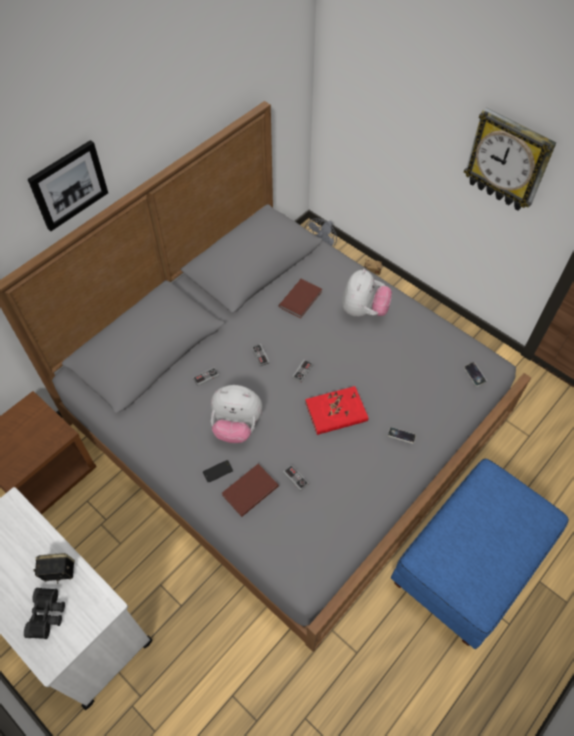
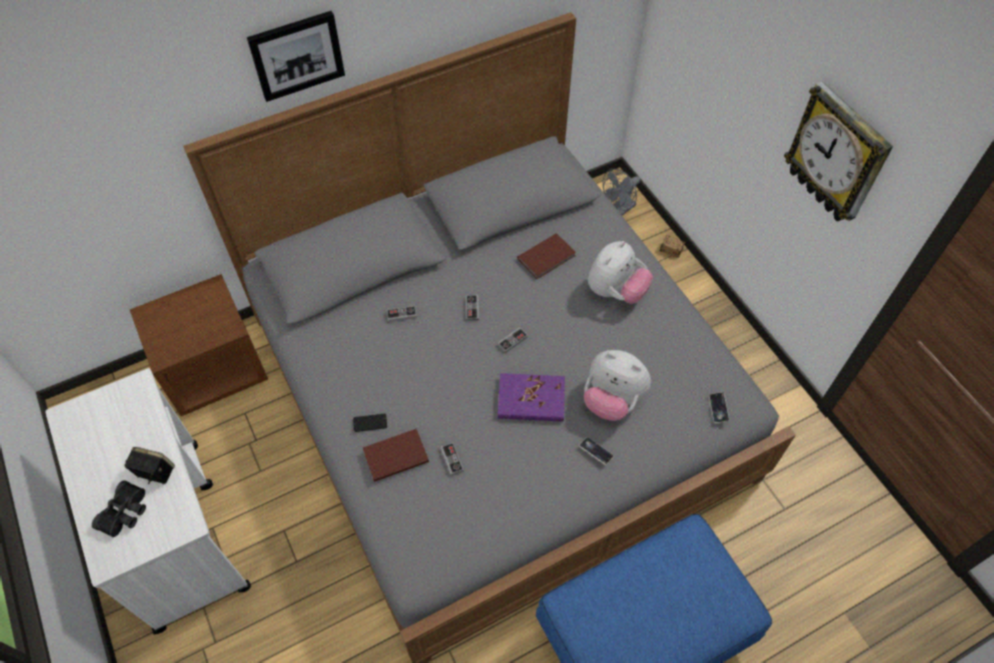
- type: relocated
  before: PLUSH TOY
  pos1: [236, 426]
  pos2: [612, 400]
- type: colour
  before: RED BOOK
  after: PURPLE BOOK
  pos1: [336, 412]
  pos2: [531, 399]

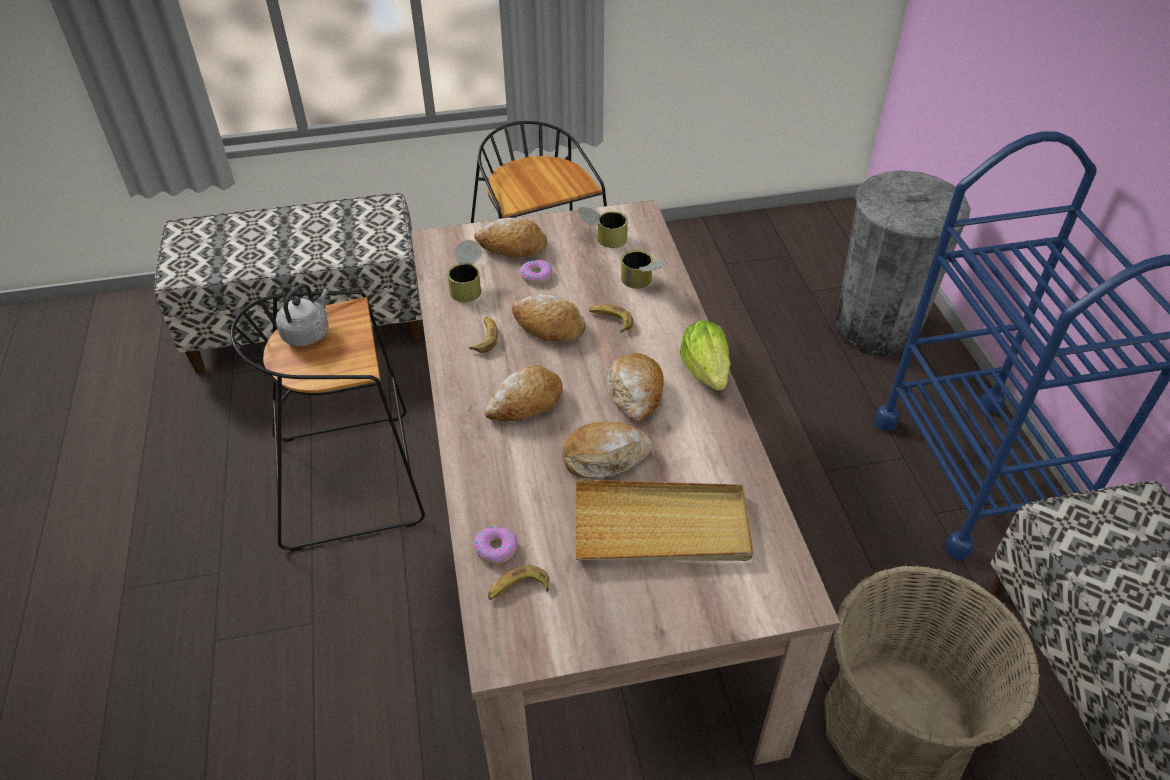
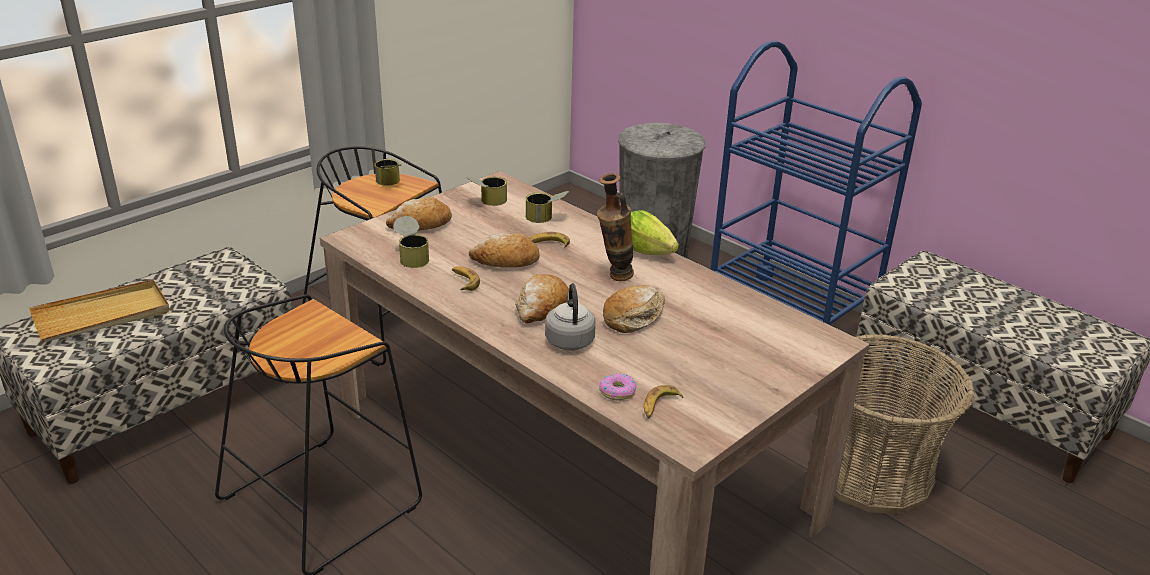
- type: missing
  before: DONUT
  pos1: [536, 276]
- type: appeared
  after: CAN
  pos2: [389, 183]
- type: relocated
  before: GREY KETTLE
  pos1: [308, 333]
  pos2: [569, 339]
- type: relocated
  before: BEIGE TRAY
  pos1: [661, 527]
  pos2: [102, 315]
- type: exchanged
  before: BREAD
  after: VASE
  pos1: [635, 394]
  pos2: [613, 277]

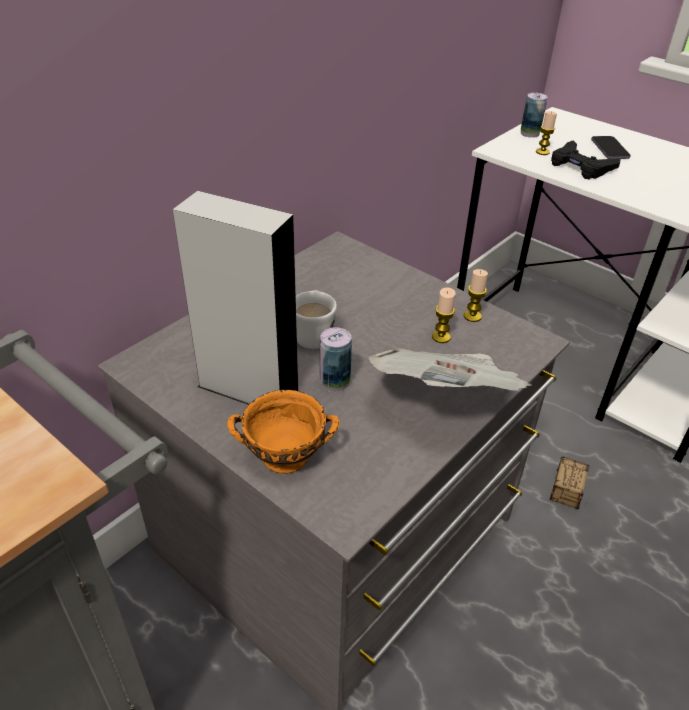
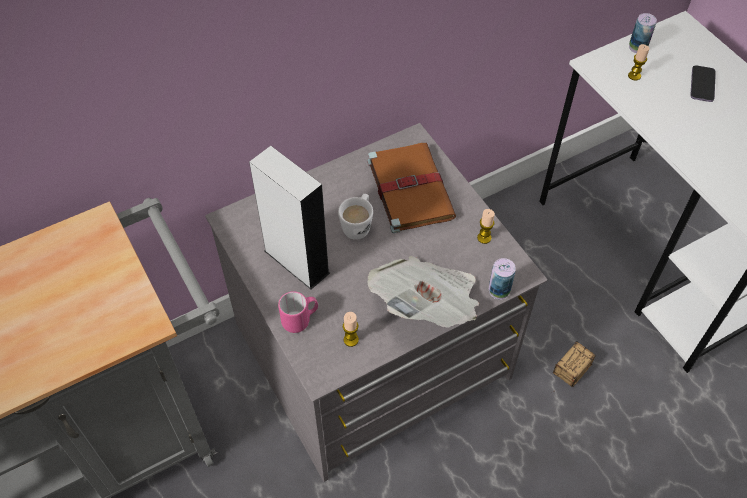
- type: missing
  before: BLACK GAME CONTROLLER
  pos1: [581, 166]
- type: appeared
  after: BROWN BOOK
  pos2: [409, 188]
- type: relocated
  before: CAN
  pos1: [335, 382]
  pos2: [499, 290]
- type: relocated
  before: CANDLE
  pos1: [441, 337]
  pos2: [351, 340]
- type: exchanged
  before: ORANGE BOWL
  after: PINK MUG
  pos1: [283, 455]
  pos2: [300, 319]

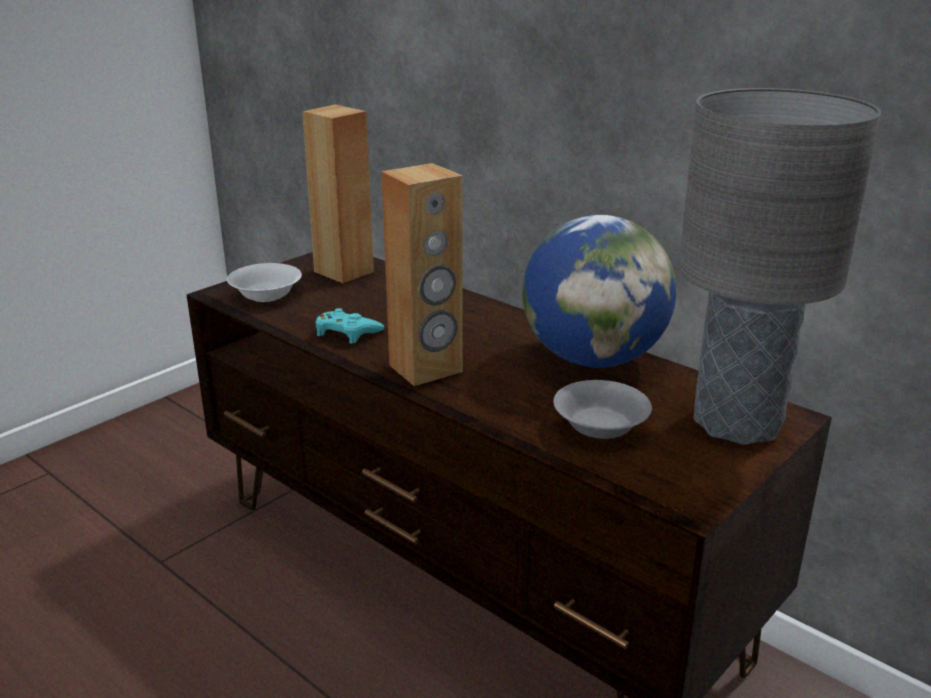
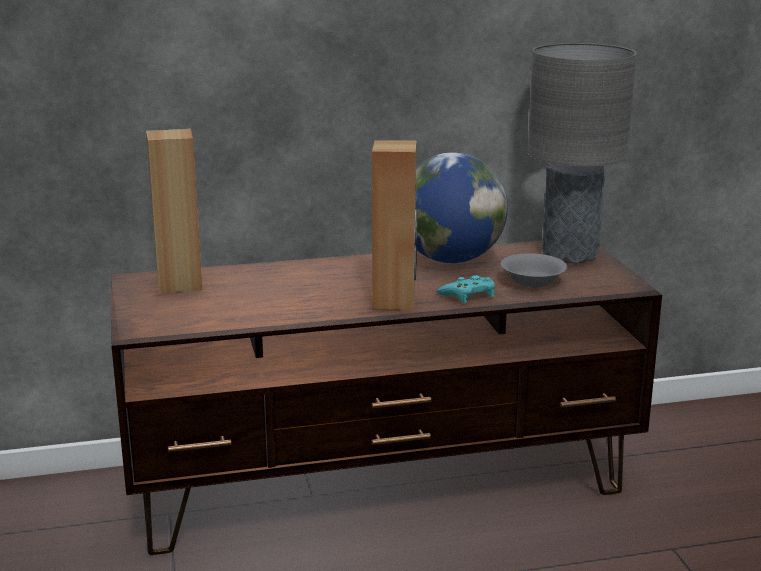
- type: missing
  before: WHITE BOWL
  pos1: [265, 295]
- type: relocated
  before: TURQUOISE GAME CONTROLLER
  pos1: [346, 332]
  pos2: [468, 295]

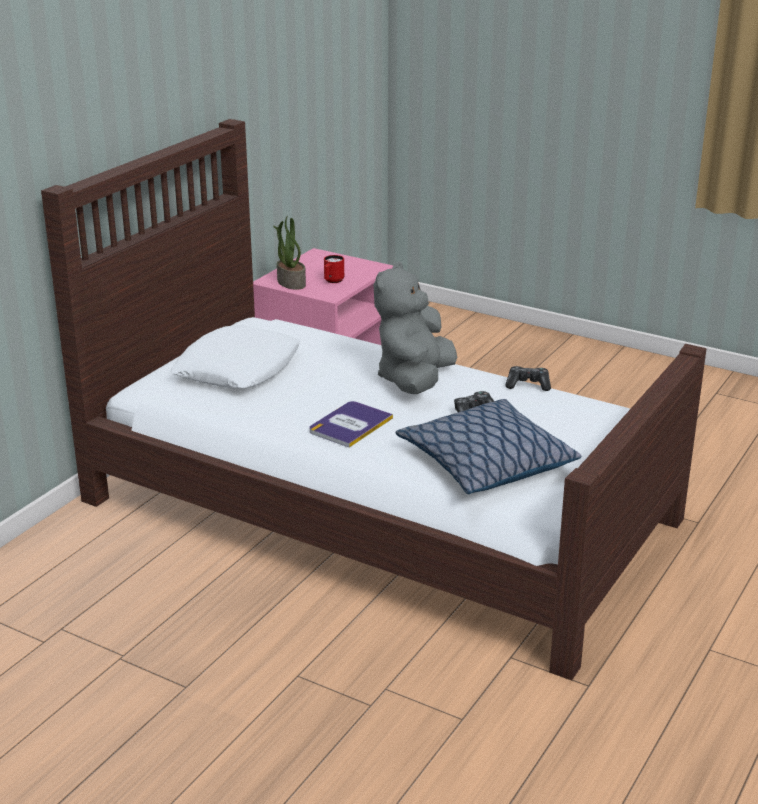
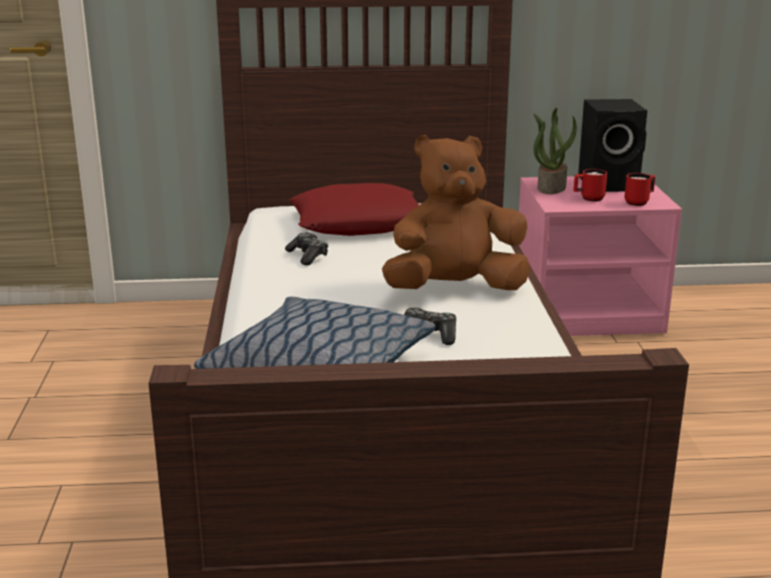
- type: missing
  before: BOOK
  pos1: [350, 425]
- type: appeared
  after: BLACK SPEAKER
  pos2: [610, 184]
- type: appeared
  after: RED MUG
  pos2: [639, 202]
- type: relocated
  before: GAME CONTROLLER
  pos1: [528, 385]
  pos2: [308, 256]
- type: colour
  before: WHITE PILLOW
  after: RED PILLOW
  pos1: [237, 368]
  pos2: [359, 223]
- type: colour
  before: GREY PLUSH TOY
  after: BROWN PLUSH TOY
  pos1: [414, 381]
  pos2: [454, 289]

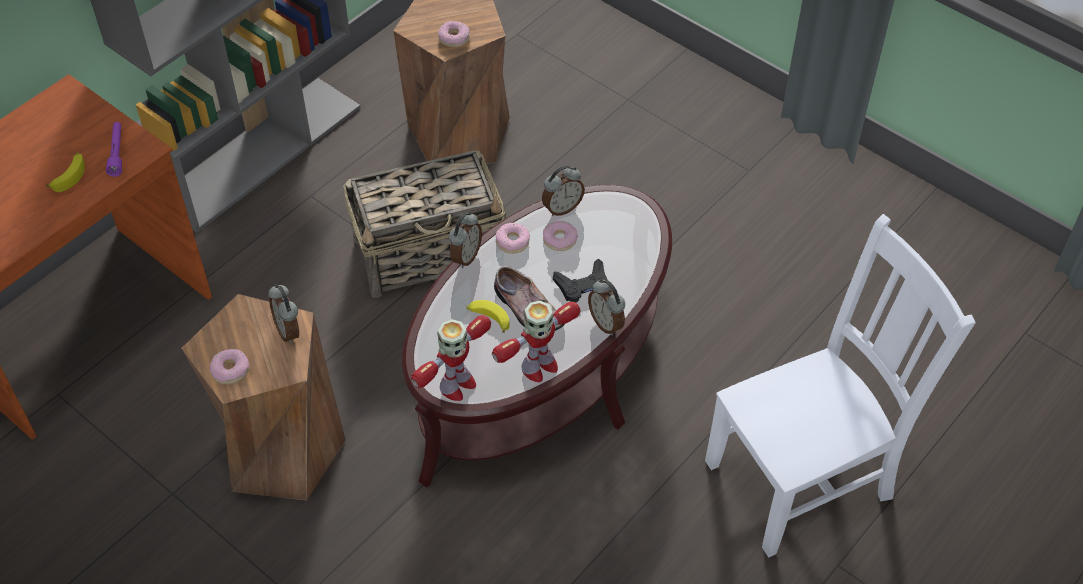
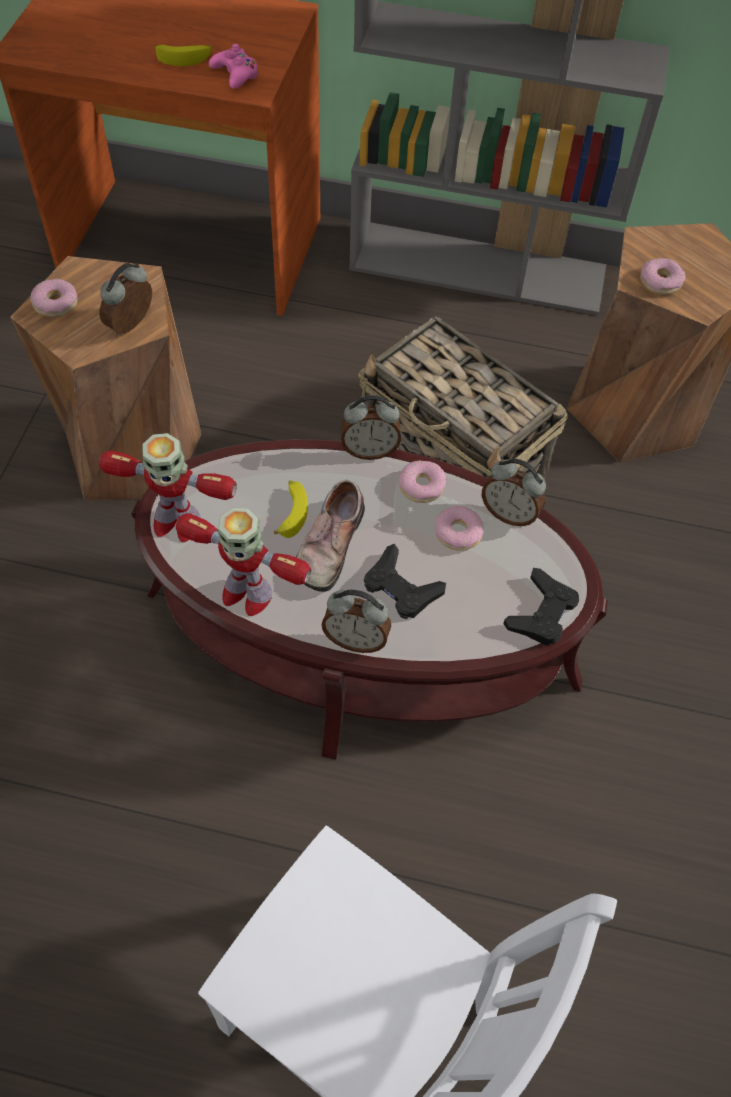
- type: appeared
  after: BLACK GAME CONTROLLER
  pos2: [542, 612]
- type: exchanged
  before: PURPLE FLASHLIGHT
  after: PINK GAME CONTROLLER
  pos1: [117, 153]
  pos2: [235, 74]
- type: spun
  before: ALARM CLOCK
  pos1: [606, 323]
  pos2: [356, 639]
  turn: -105

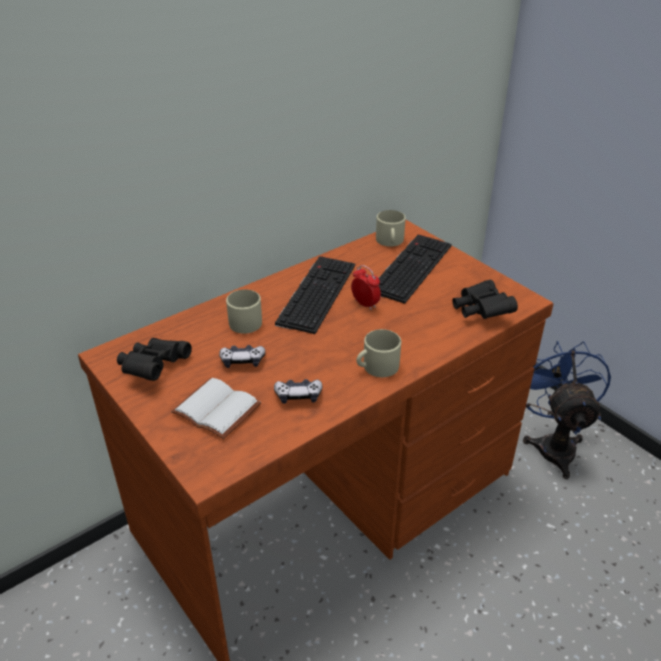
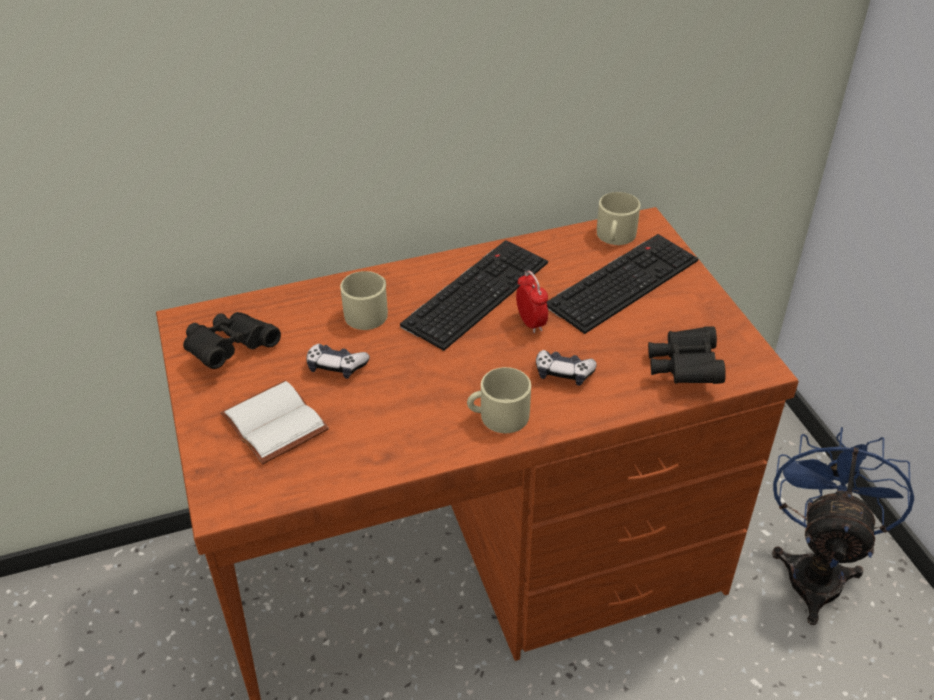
- type: relocated
  before: GAME CONTROLLER
  pos1: [298, 396]
  pos2: [563, 373]

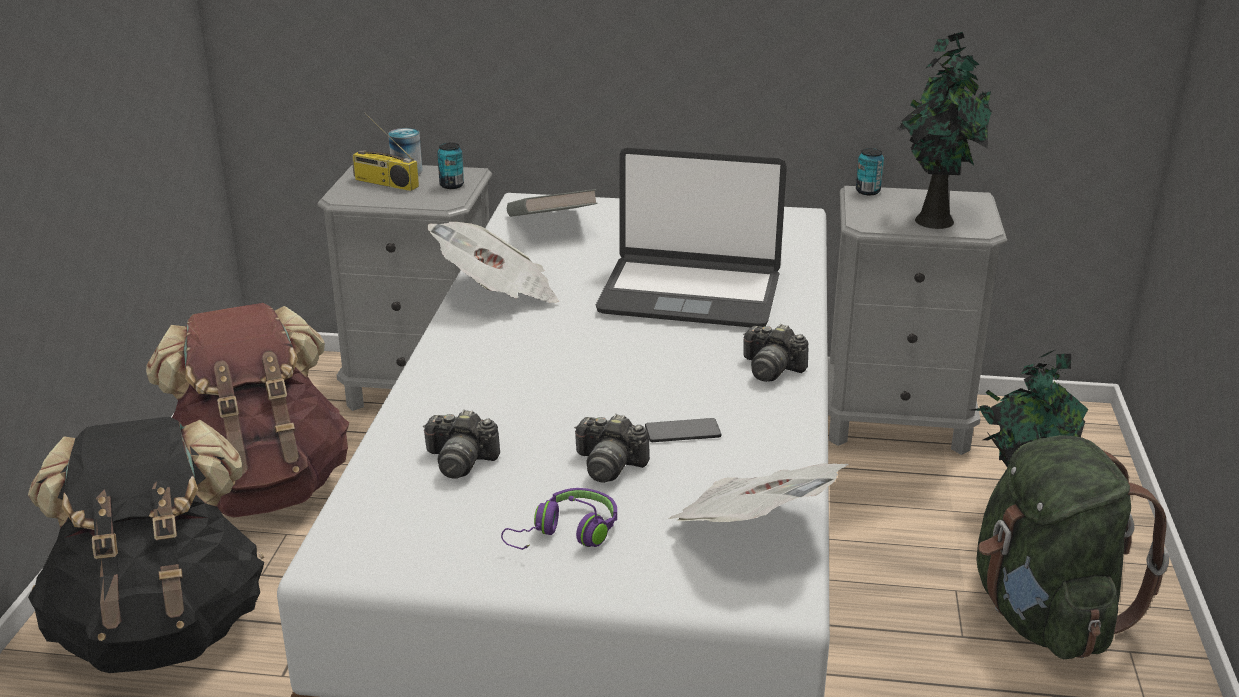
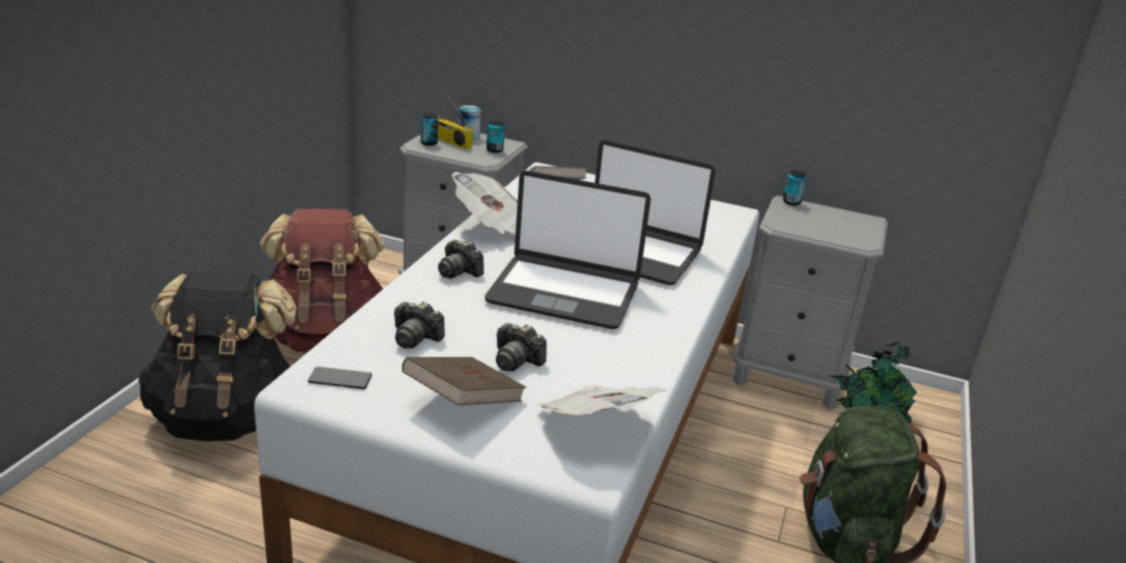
- type: missing
  before: POTTED PLANT
  pos1: [932, 219]
- type: appeared
  after: CAN
  pos2: [429, 143]
- type: appeared
  after: LAPTOP
  pos2: [564, 293]
- type: relocated
  before: PHONE
  pos1: [682, 432]
  pos2: [340, 379]
- type: relocated
  before: PHOTO CAMERA
  pos1: [771, 369]
  pos2: [459, 271]
- type: exchanged
  before: PURPLE HEADPHONES
  after: BROWN BOOK
  pos1: [566, 534]
  pos2: [463, 401]

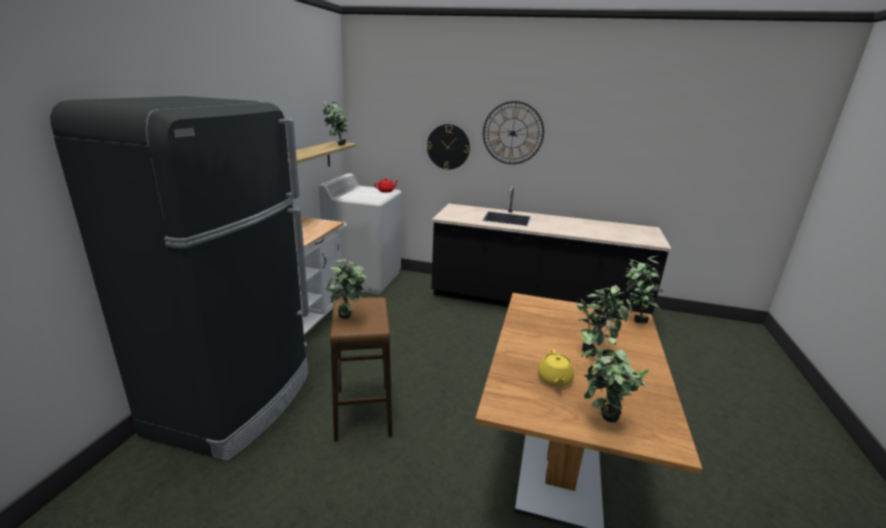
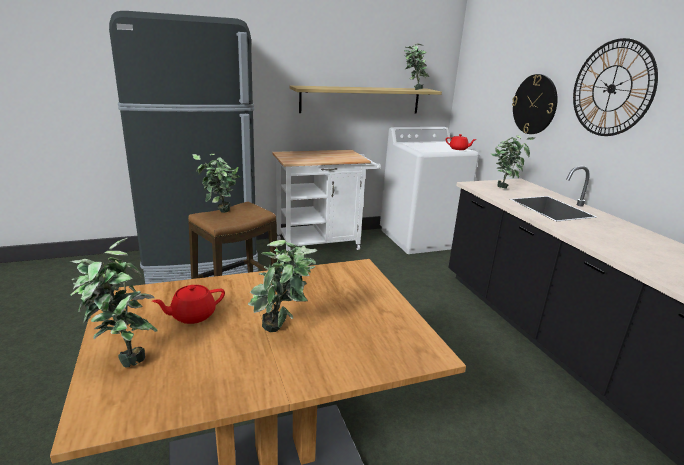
- type: relocated
  before: POTTED PLANT
  pos1: [634, 318]
  pos2: [504, 187]
- type: colour
  before: YELLOW TEAPOT
  after: RED TEAPOT
  pos1: [554, 379]
  pos2: [192, 315]

